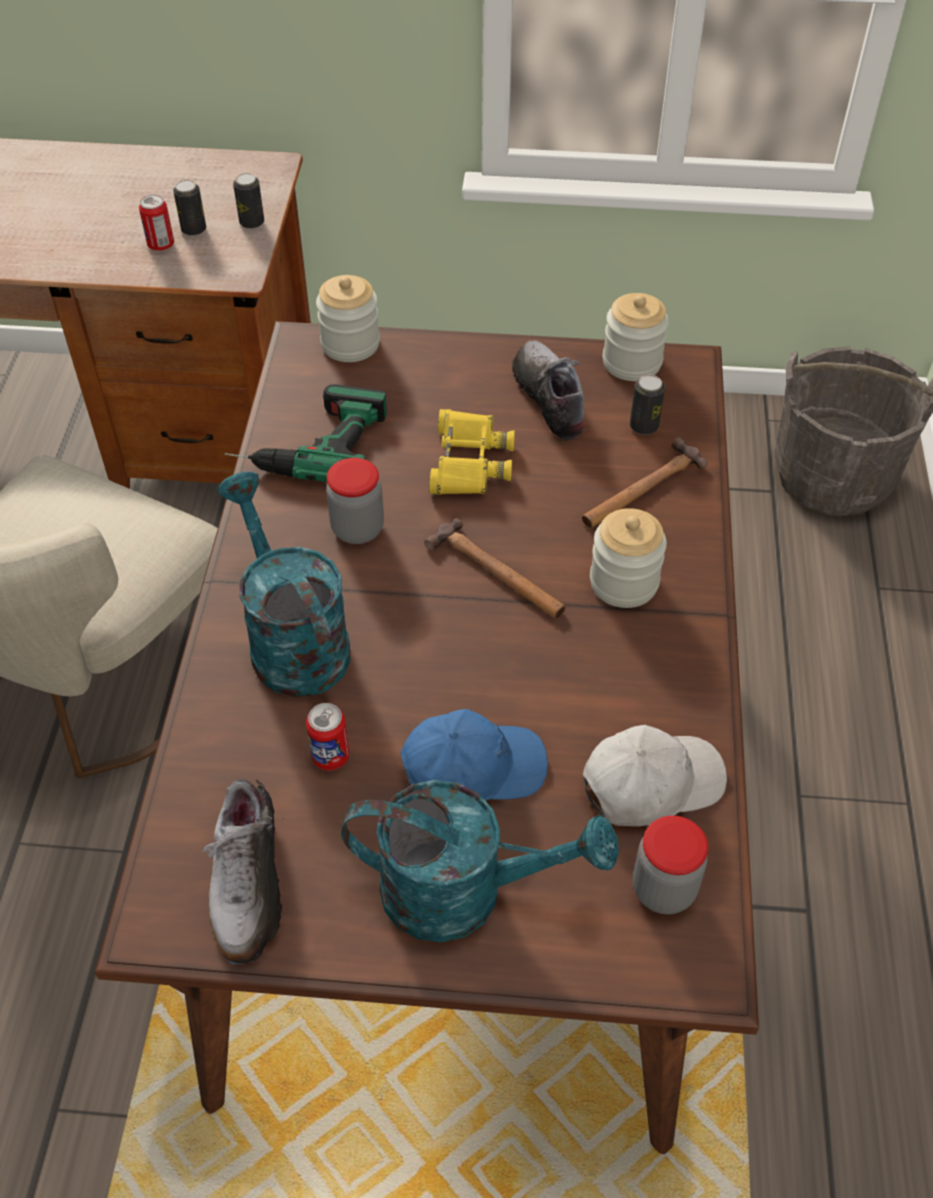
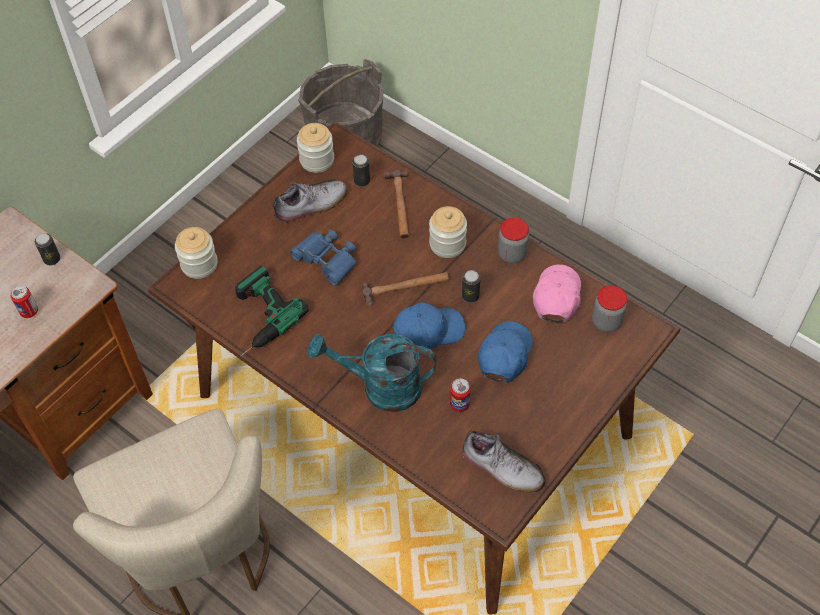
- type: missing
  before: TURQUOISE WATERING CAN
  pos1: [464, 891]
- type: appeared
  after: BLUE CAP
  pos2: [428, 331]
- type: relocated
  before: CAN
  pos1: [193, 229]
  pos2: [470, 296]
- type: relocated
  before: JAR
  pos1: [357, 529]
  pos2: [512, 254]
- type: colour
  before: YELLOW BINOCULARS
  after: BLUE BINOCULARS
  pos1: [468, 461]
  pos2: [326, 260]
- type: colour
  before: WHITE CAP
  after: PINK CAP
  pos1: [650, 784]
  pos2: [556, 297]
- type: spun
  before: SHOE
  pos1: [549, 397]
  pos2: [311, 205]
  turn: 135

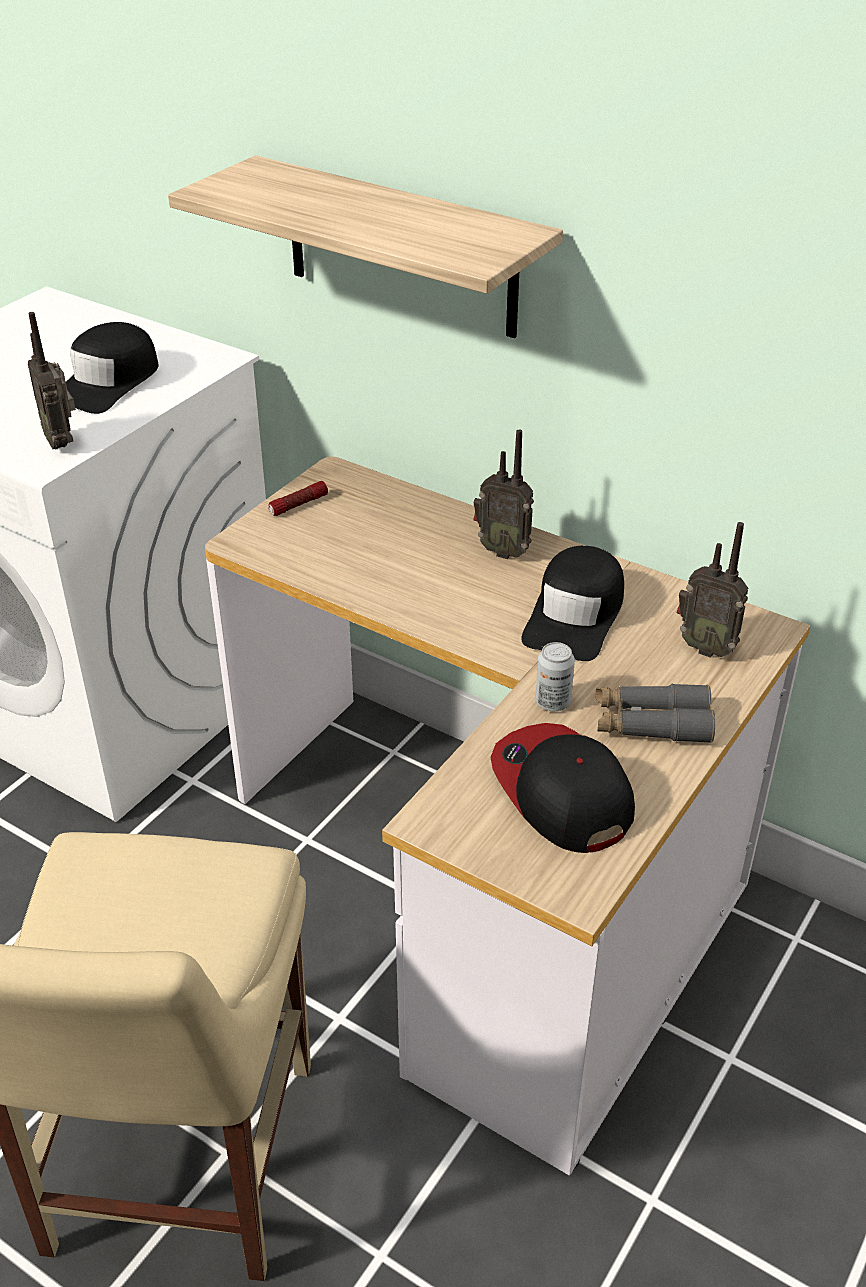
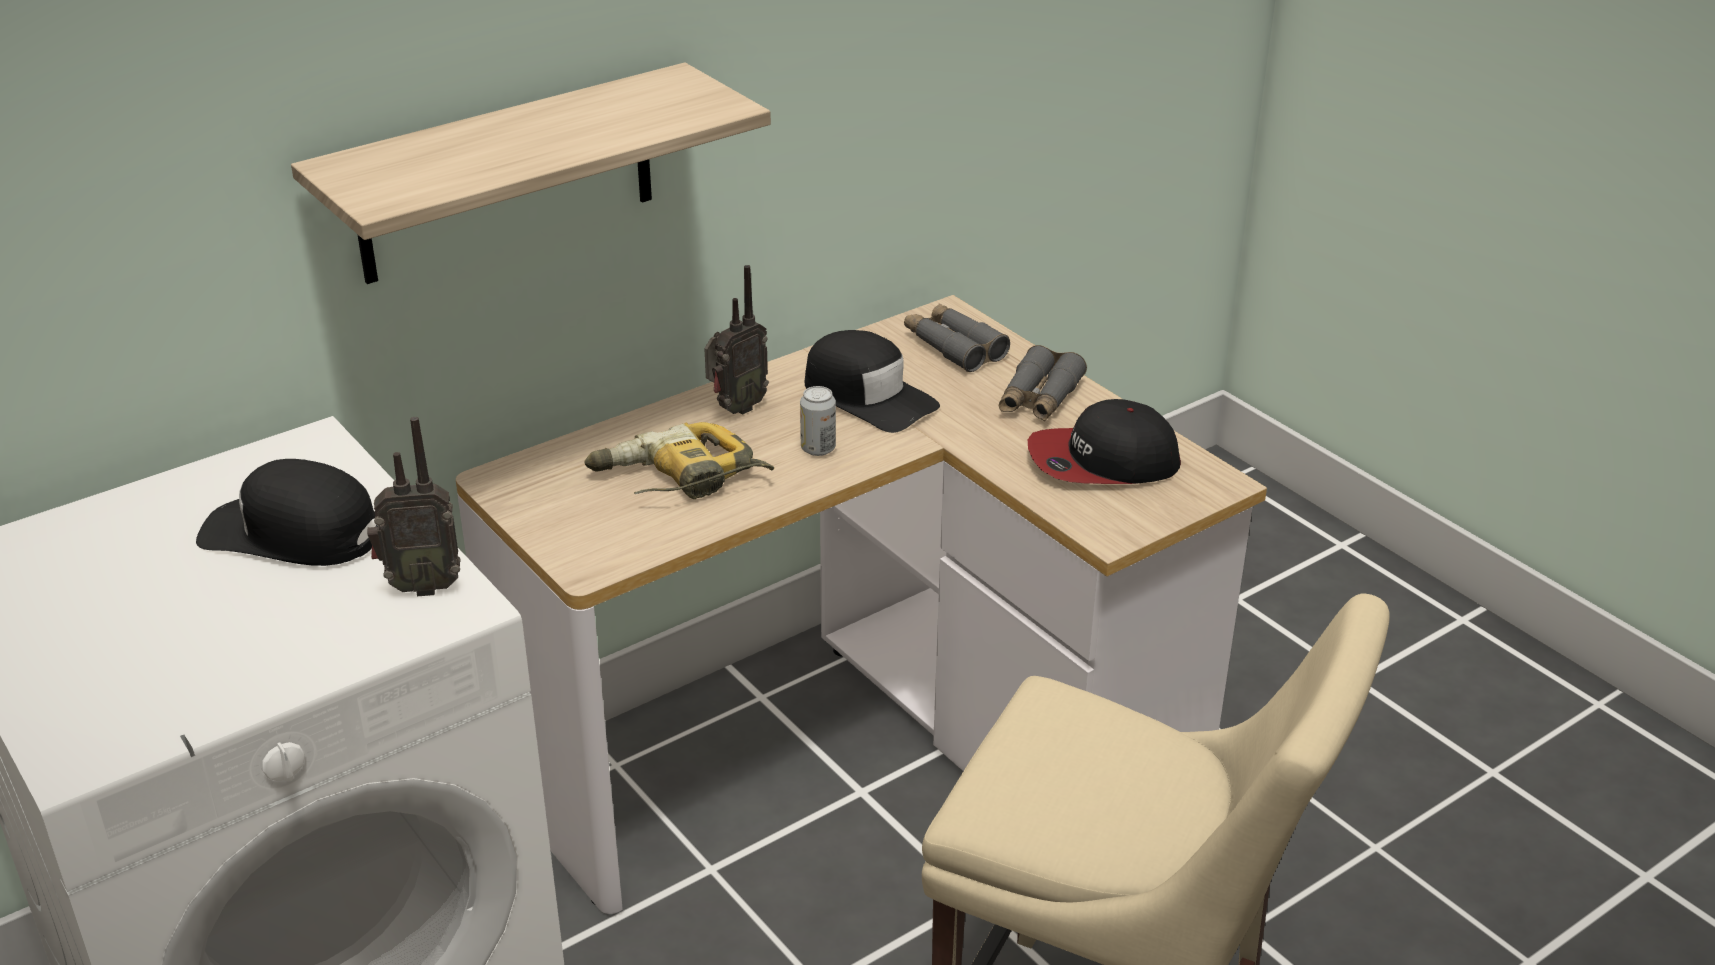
- type: missing
  before: FLASHLIGHT
  pos1: [298, 505]
- type: appeared
  after: POWER DRILL
  pos2: [678, 479]
- type: relocated
  before: CAN
  pos1: [552, 702]
  pos2: [818, 448]
- type: exchanged
  before: RADIO
  after: GREY BINOCULARS
  pos1: [706, 647]
  pos2: [954, 347]
- type: spun
  before: BLACK CAP
  pos1: [108, 383]
  pos2: [292, 534]
  turn: 150

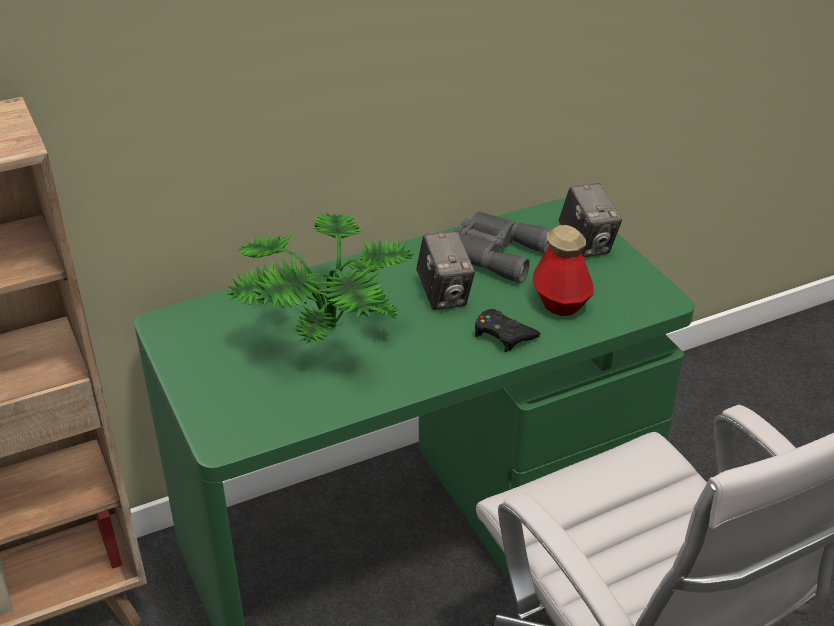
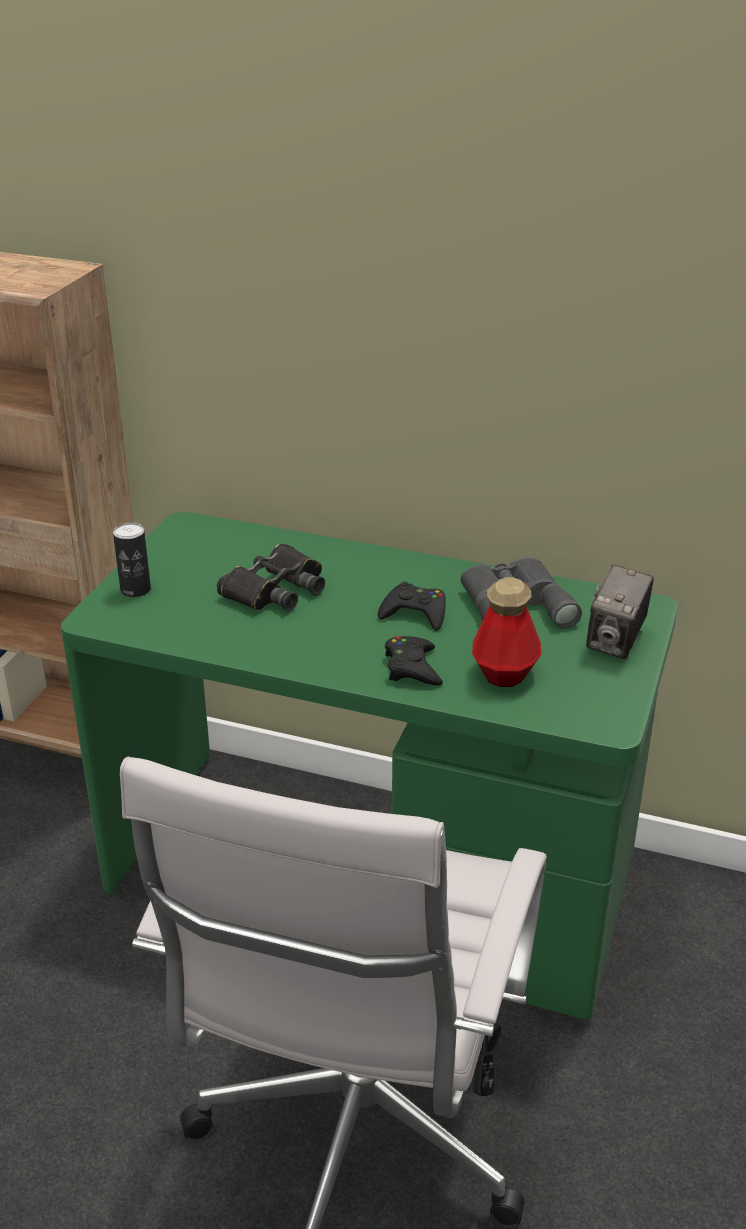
- type: appeared
  after: CAN
  pos2: [135, 590]
- type: exchanged
  before: POTTED PLANT
  after: BLACK BINOCULARS
  pos1: [322, 334]
  pos2: [276, 589]
- type: exchanged
  before: PHOTO CAMERA
  after: BLACK GAME CONTROLLER
  pos1: [444, 295]
  pos2: [415, 613]

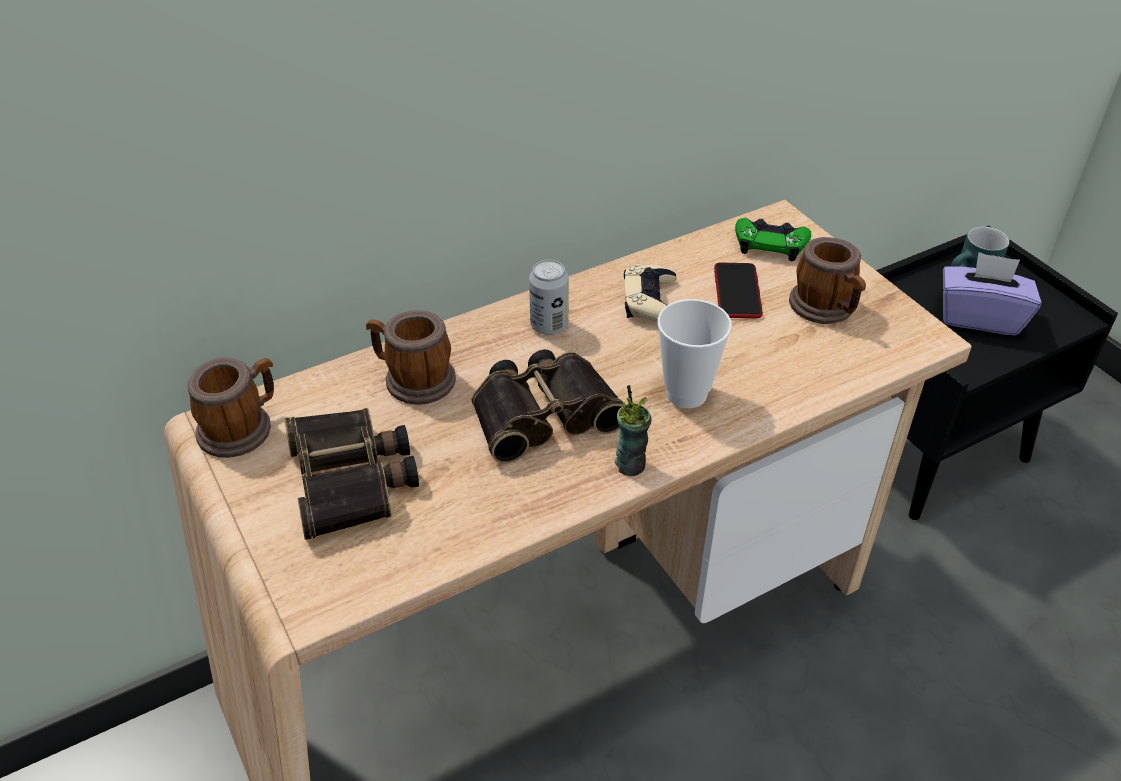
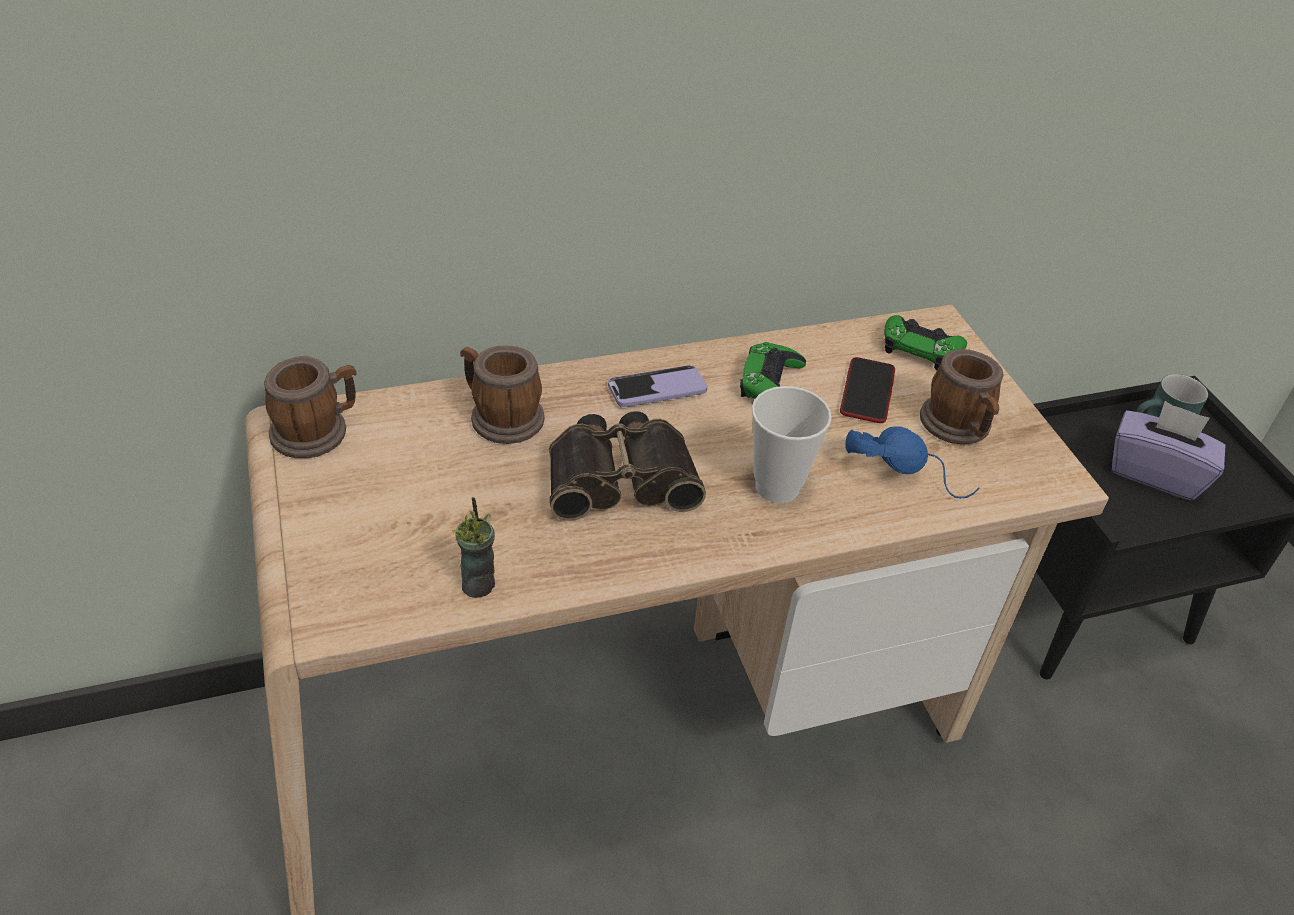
- type: missing
  before: BINOCULARS
  pos1: [352, 479]
- type: appeared
  after: BLUE HEADPHONES
  pos2: [907, 471]
- type: relocated
  before: CUP
  pos1: [631, 464]
  pos2: [478, 584]
- type: exchanged
  before: CAN
  after: PHONE
  pos1: [549, 325]
  pos2: [657, 389]
- type: colour
  before: BEIGE GAME CONTROLLER
  after: GREEN GAME CONTROLLER
  pos1: [650, 301]
  pos2: [771, 384]

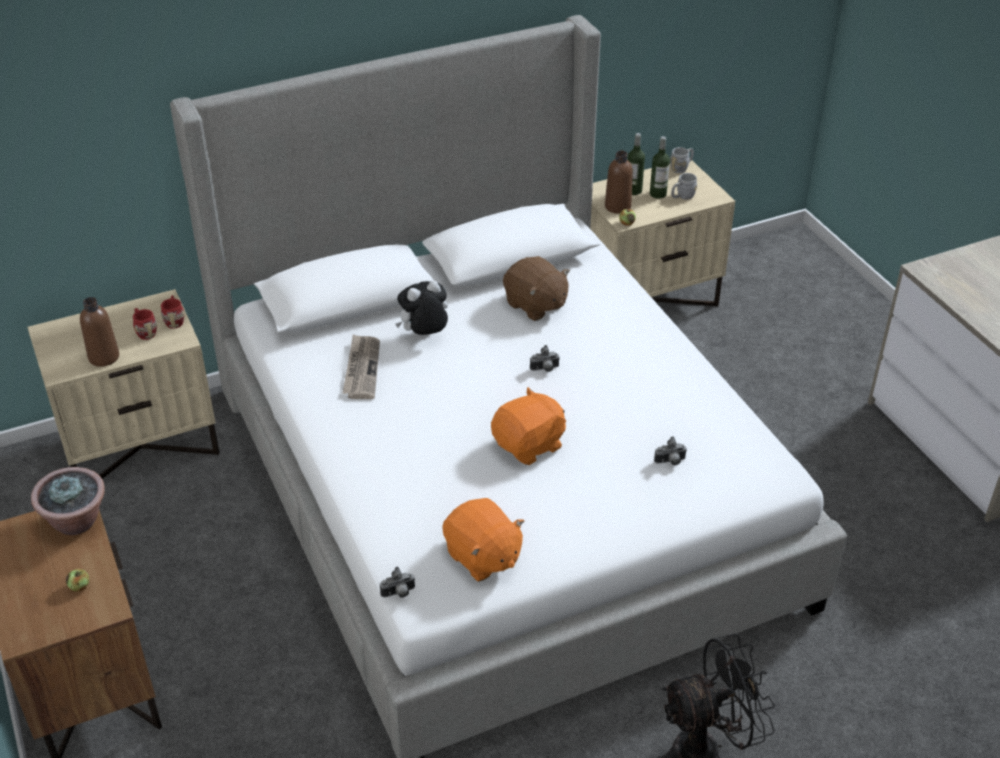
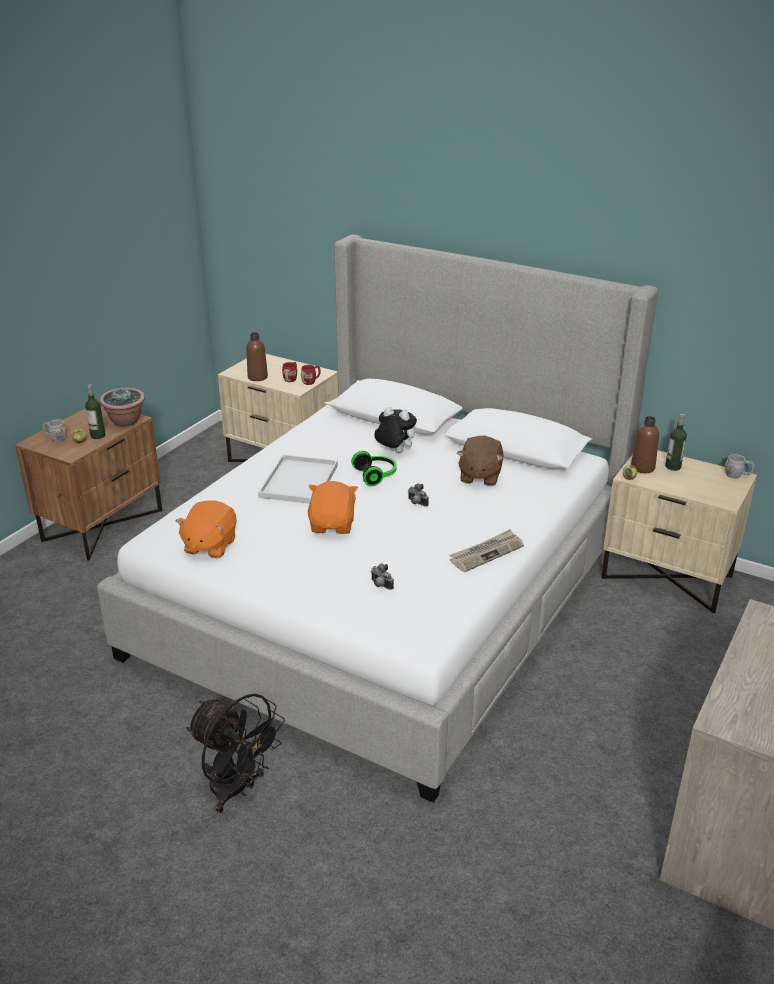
- type: missing
  before: PHOTO CAMERA
  pos1: [399, 594]
- type: appeared
  after: WHITE TRAY
  pos2: [298, 480]
- type: appeared
  after: HEADPHONES
  pos2: [376, 475]
- type: relocated
  before: NEWSPAPER
  pos1: [361, 369]
  pos2: [486, 553]
- type: relocated
  before: BOTTLE
  pos1: [658, 194]
  pos2: [98, 436]
- type: relocated
  before: GREY MUG
  pos1: [682, 197]
  pos2: [55, 438]
- type: spun
  before: ORANGE PLUSH TOY
  pos1: [529, 445]
  pos2: [333, 525]
  turn: -105

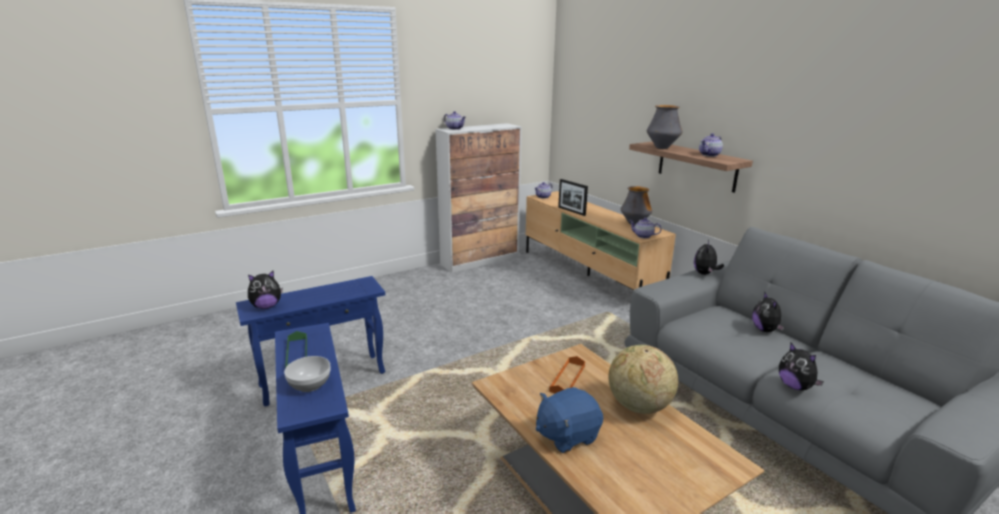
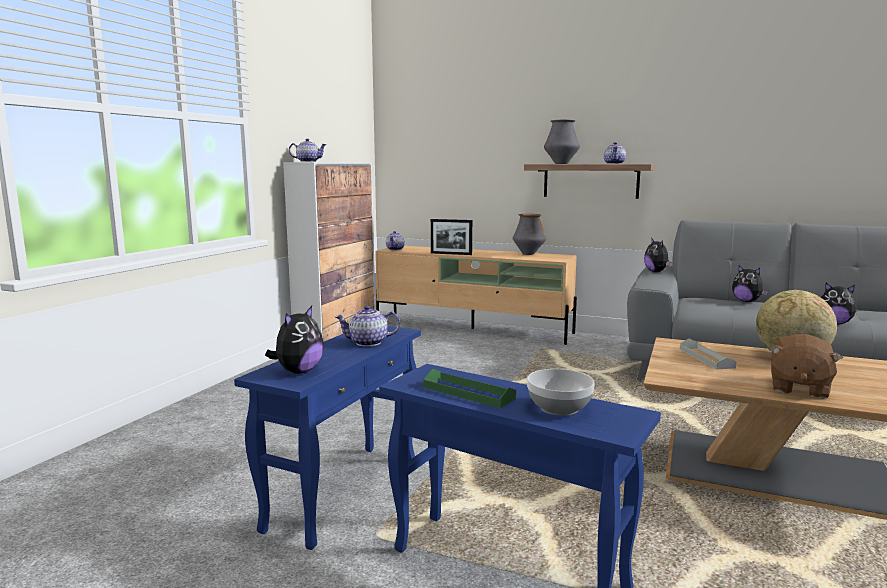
- type: relocated
  before: TEAPOT
  pos1: [643, 236]
  pos2: [368, 343]
- type: colour
  before: BLUE PLUSH TOY
  after: BROWN PLUSH TOY
  pos1: [567, 435]
  pos2: [798, 388]
- type: colour
  before: ORANGE TRAY
  after: GREY TRAY
  pos1: [567, 378]
  pos2: [706, 358]

